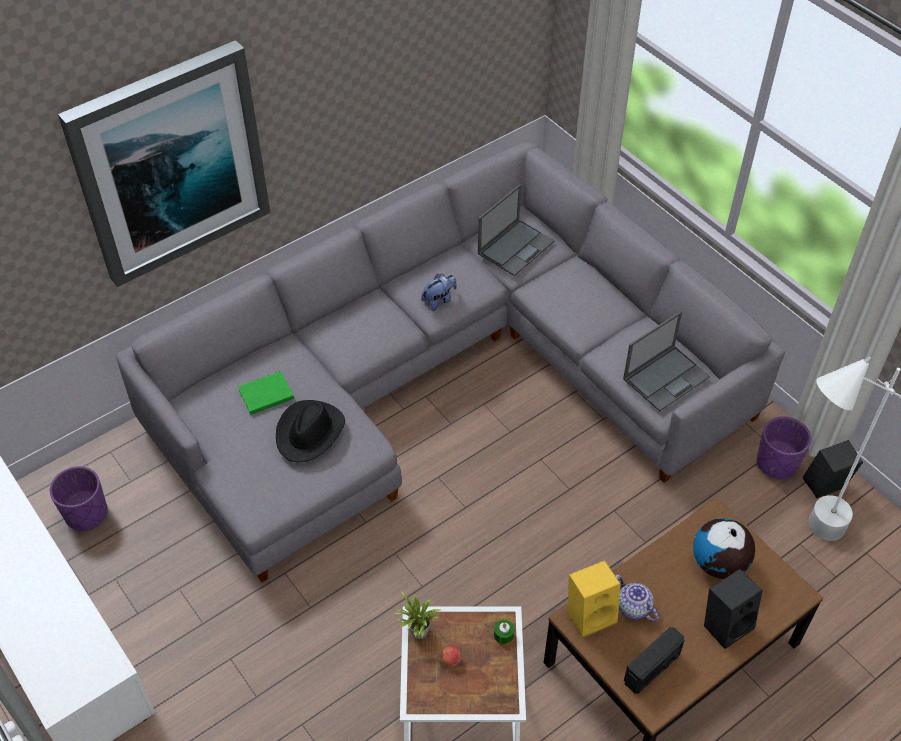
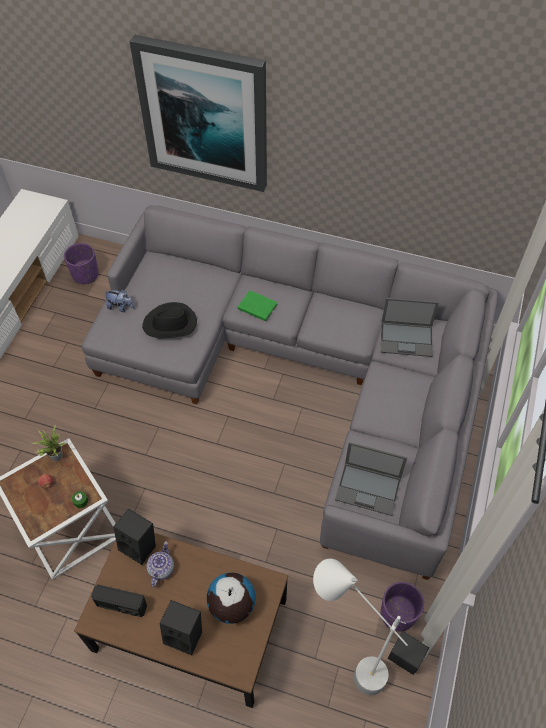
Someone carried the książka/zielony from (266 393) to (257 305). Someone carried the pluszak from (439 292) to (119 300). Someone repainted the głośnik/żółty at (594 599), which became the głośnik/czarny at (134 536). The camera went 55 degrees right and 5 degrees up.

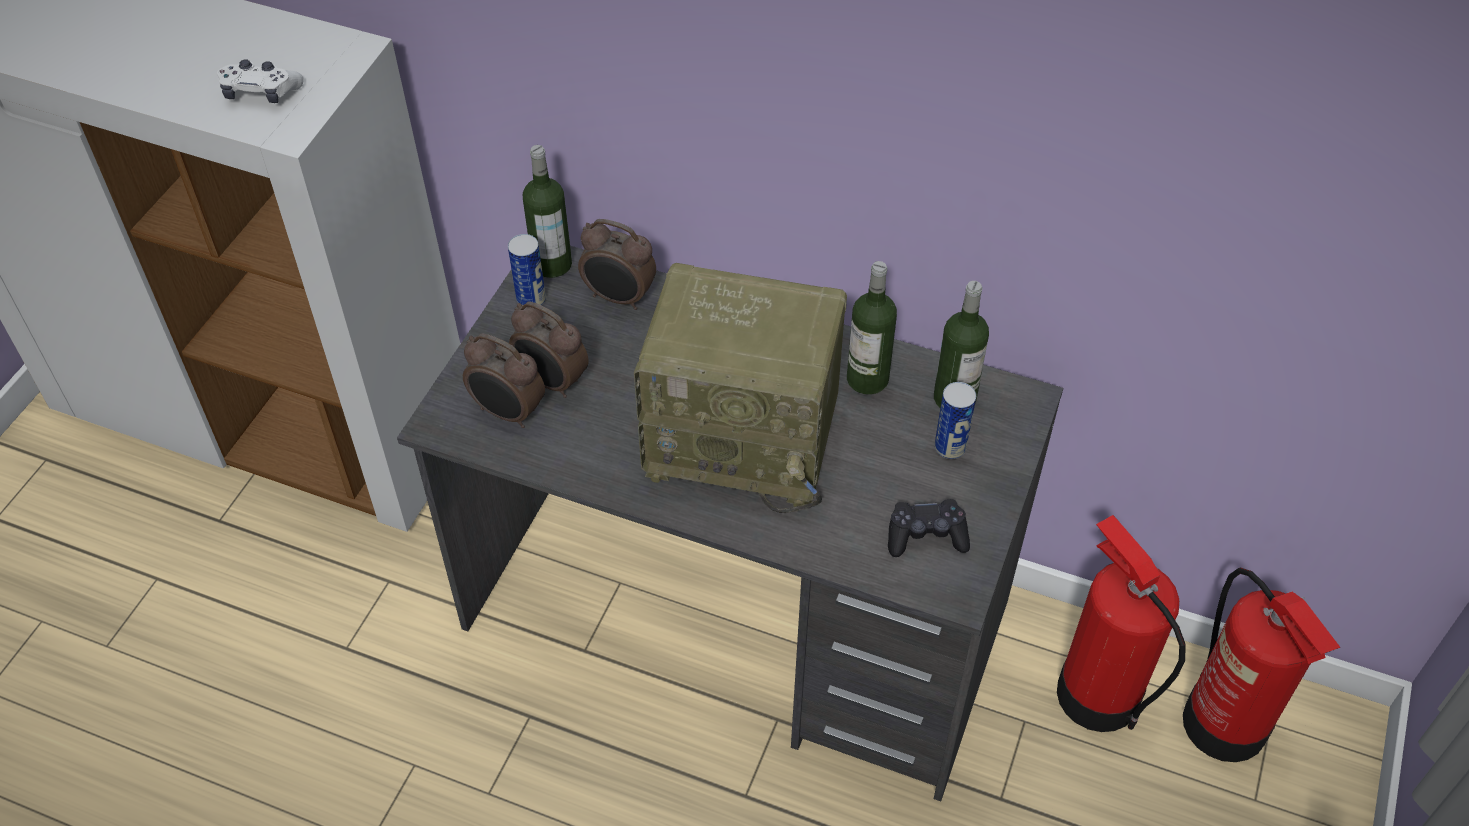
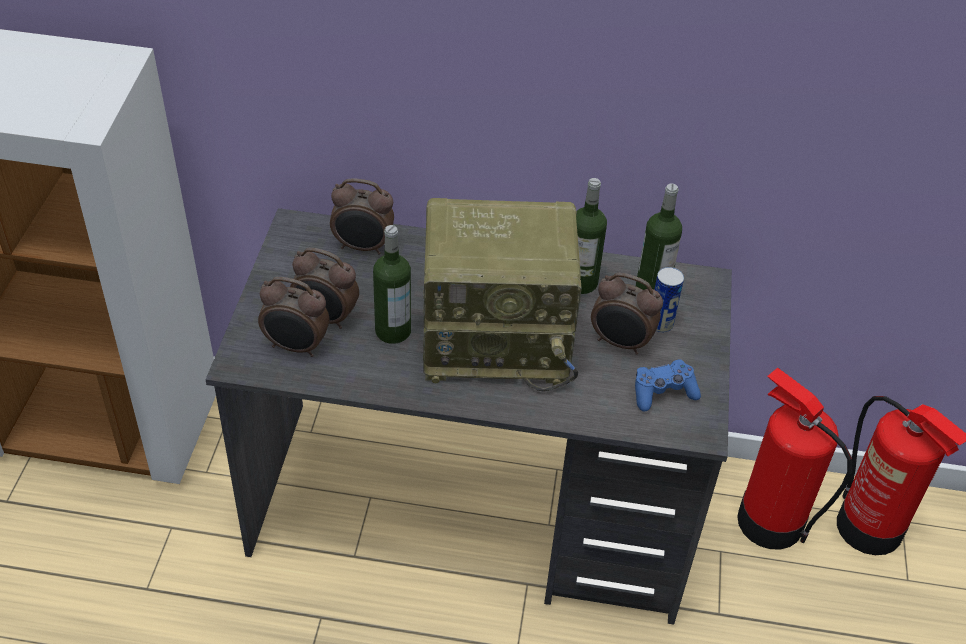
Someone took away the pad do gier/biały at (260 81). Someone took away the puszka at (527 269). Someone carried the butelka from (547 211) to (392 284). Someone repainted the pad do gier/czarny at (929 528), which became the pad do gier/niebieski at (668 385). Someone put down the budzik at (627 314). The camera went 15 degrees left and 5 degrees down.

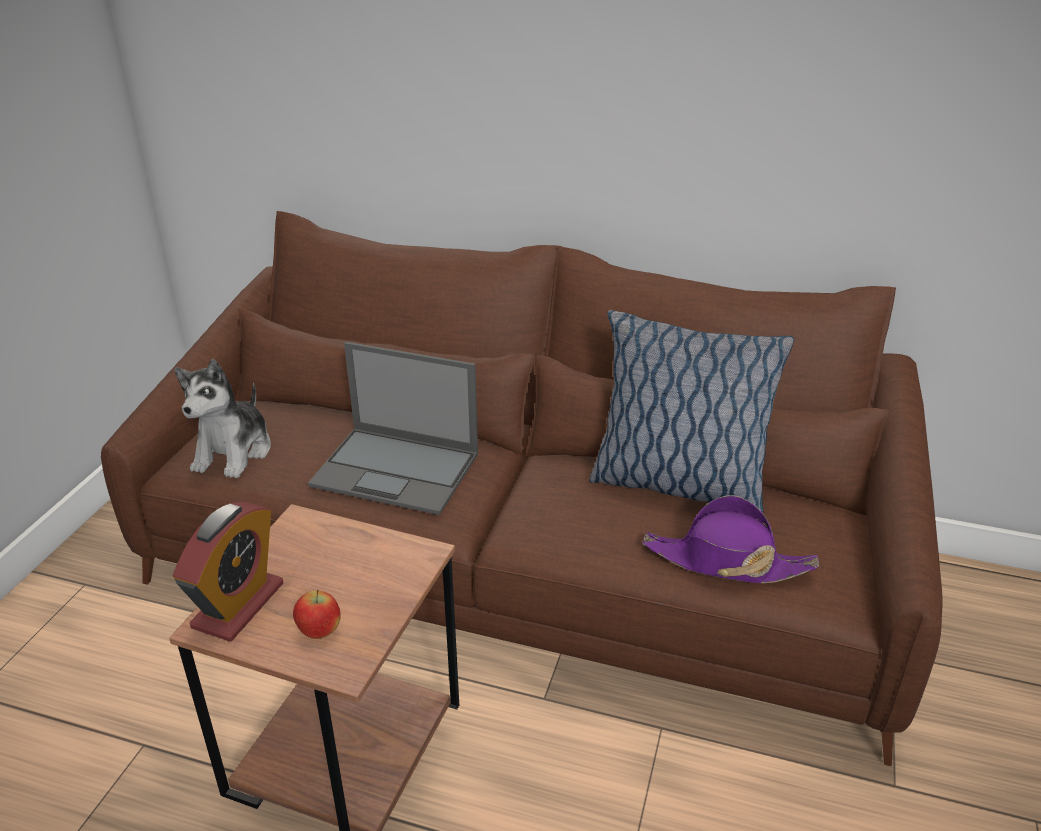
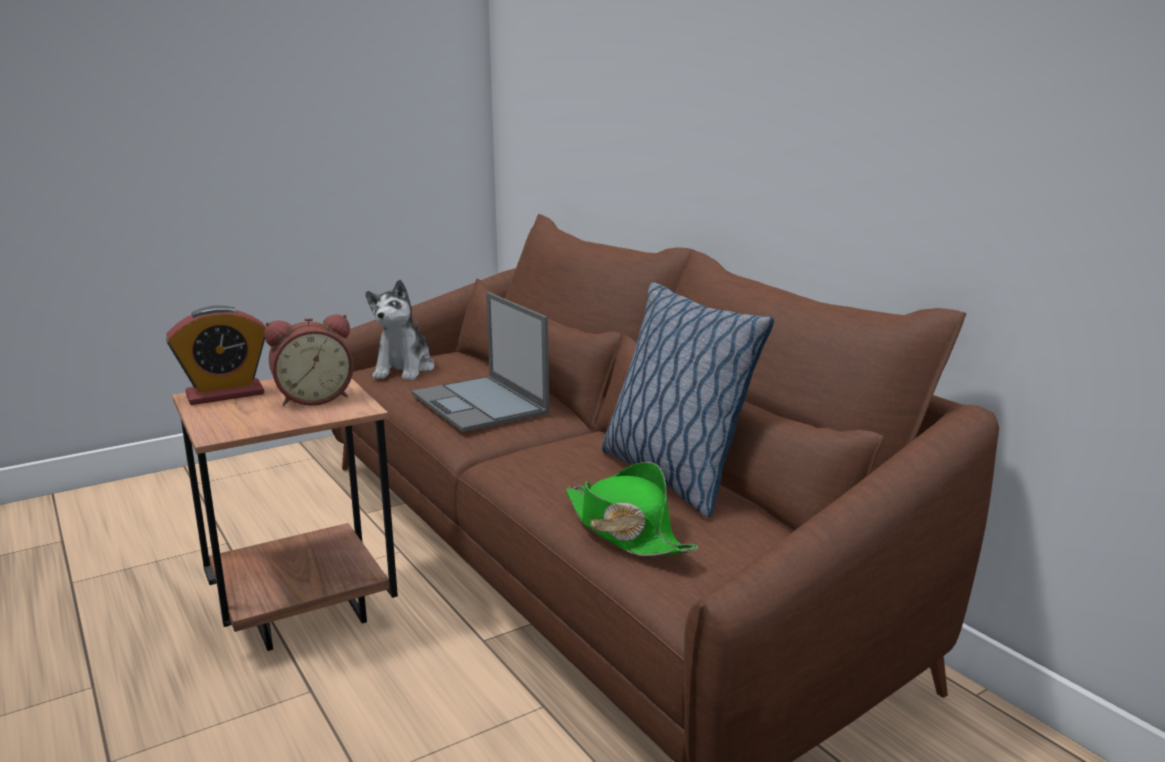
Someone rotated the pluszak at (222 418) by 45 degrees counterclockwise. Someone took away the jabłko at (317 614). Someone repainted the kapelusz/fioletowy at (731 539), which became the kapelusz/zielony at (632 509). Someone put down the budzik at (309 360). The camera went 40 degrees right and 15 degrees down.

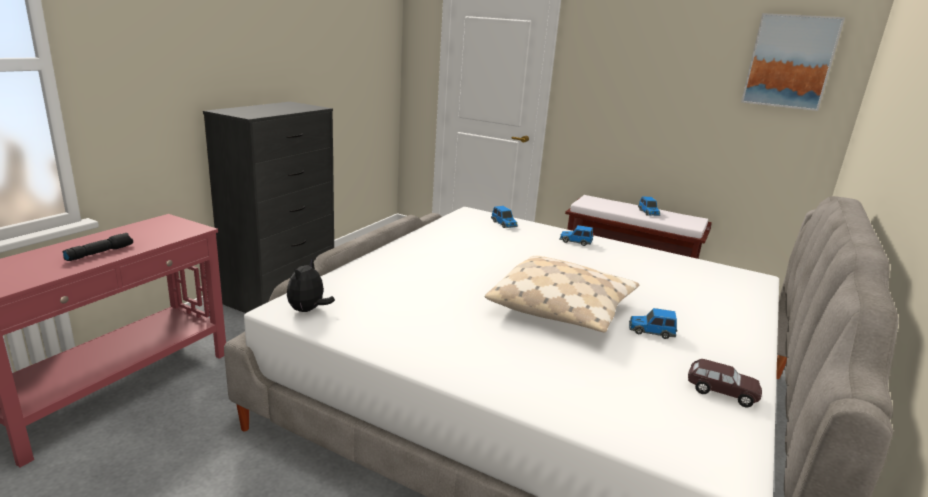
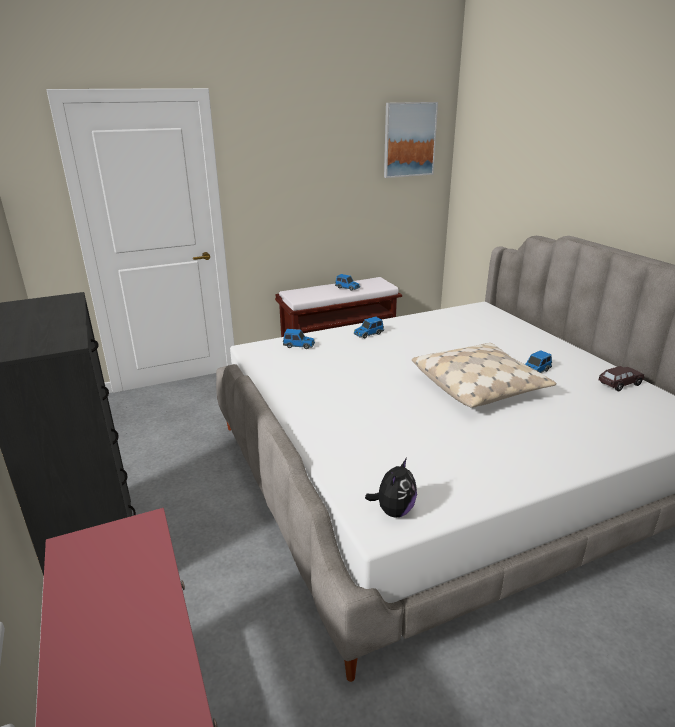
Someone took away the latarka/czarny at (97 247). Someone rotated the pluszak at (311 285) by 120 degrees counterclockwise. The camera went 50 degrees left and 5 degrees up.

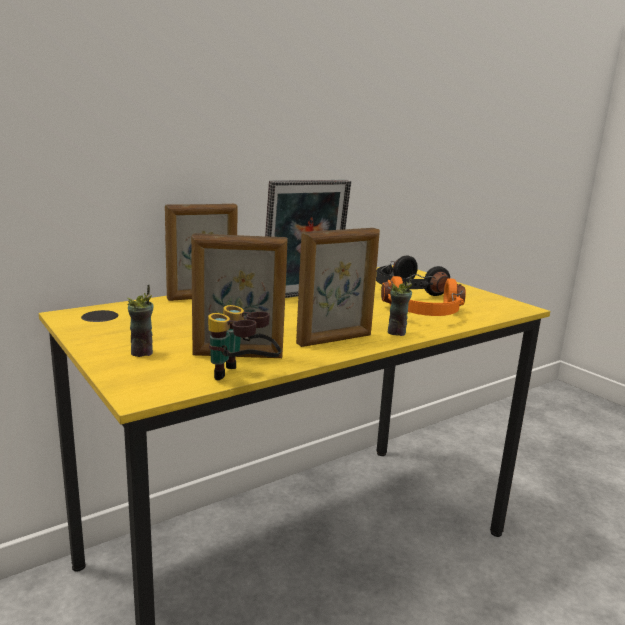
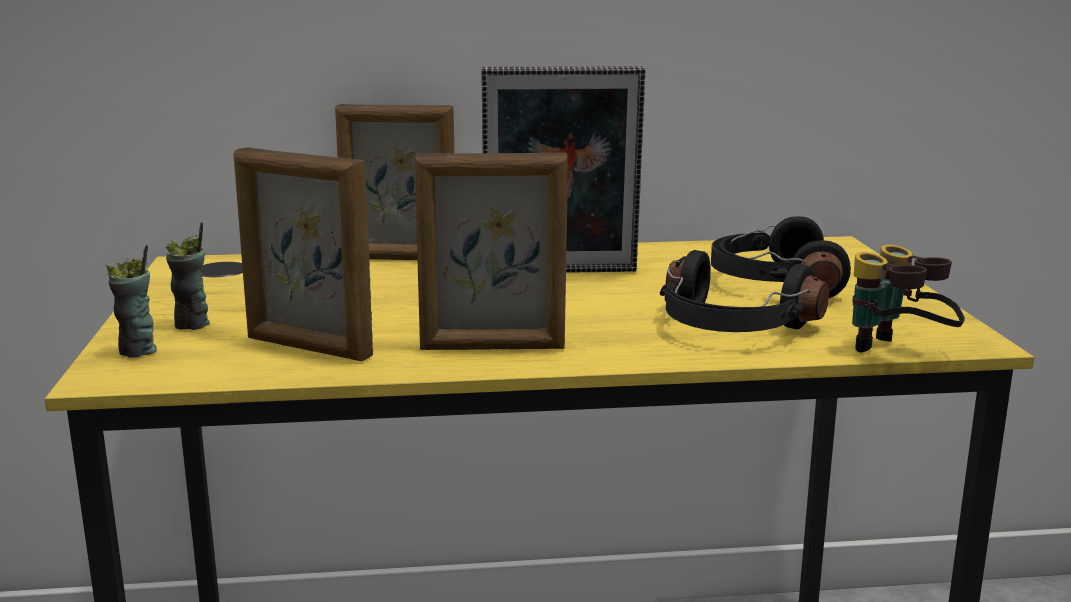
Someone carried the lornetka from (244 342) to (908 298). Someone repainted the słuchawki/pomarańczowy at (423 296), which became the słuchawki/czarny at (744 291). Someone carried the filiżanka from (400 305) to (131 301). The camera went 30 degrees right and 0 degrees up.

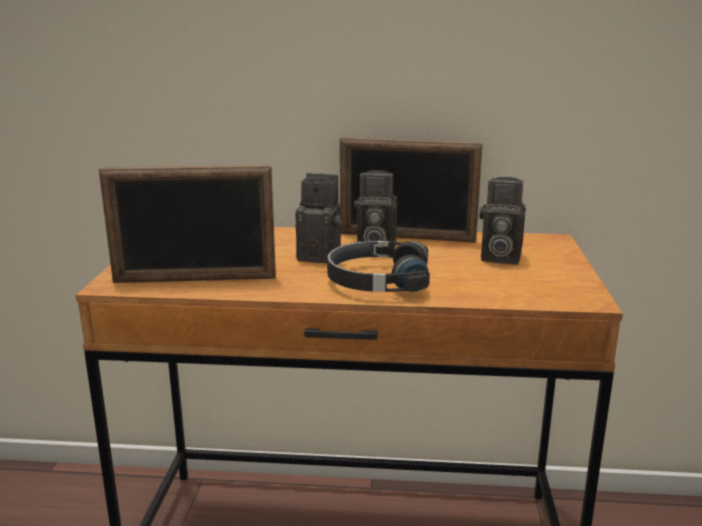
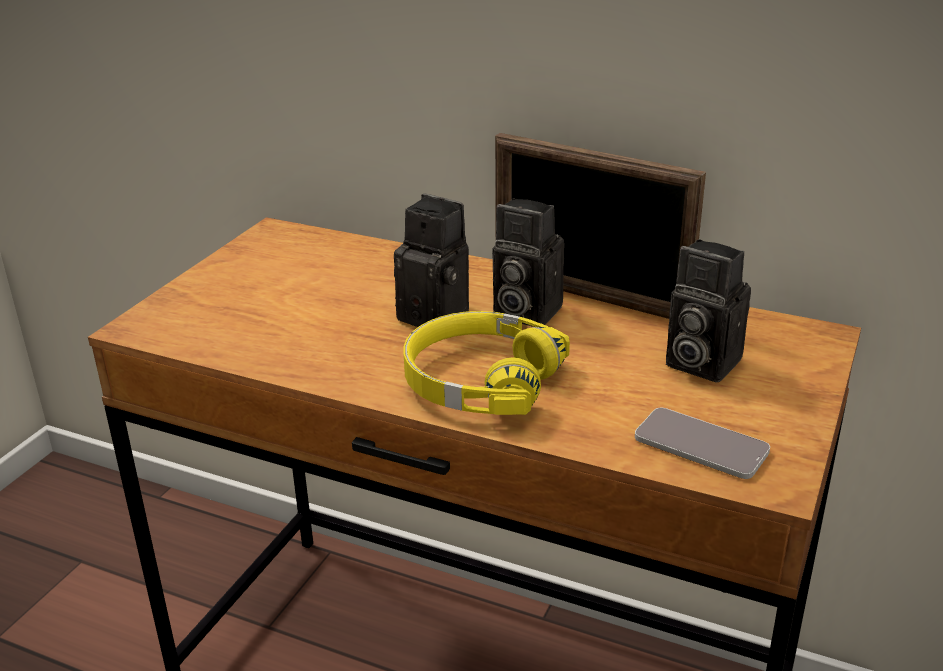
Someone took away the ramka na zdjęcie at (187 224). Someone repainted the słuchawki/czarny at (378 266), which became the słuchawki/żółty at (486 363). Someone put down the telefon at (702 443). The camera went 20 degrees right and 10 degrees up.

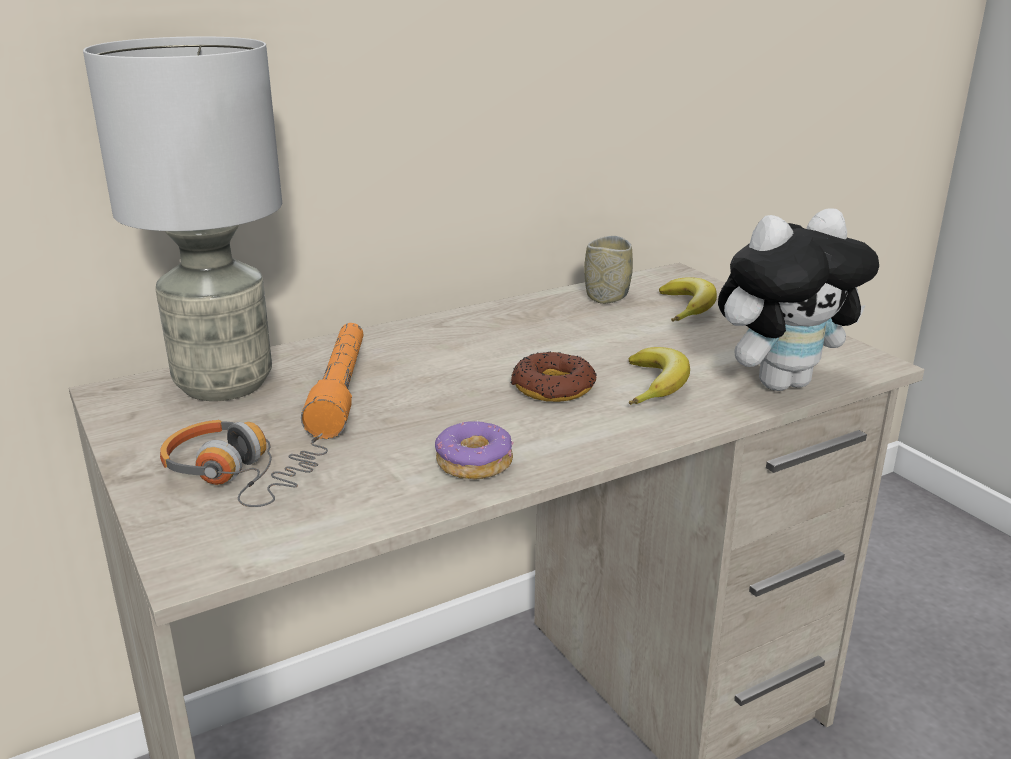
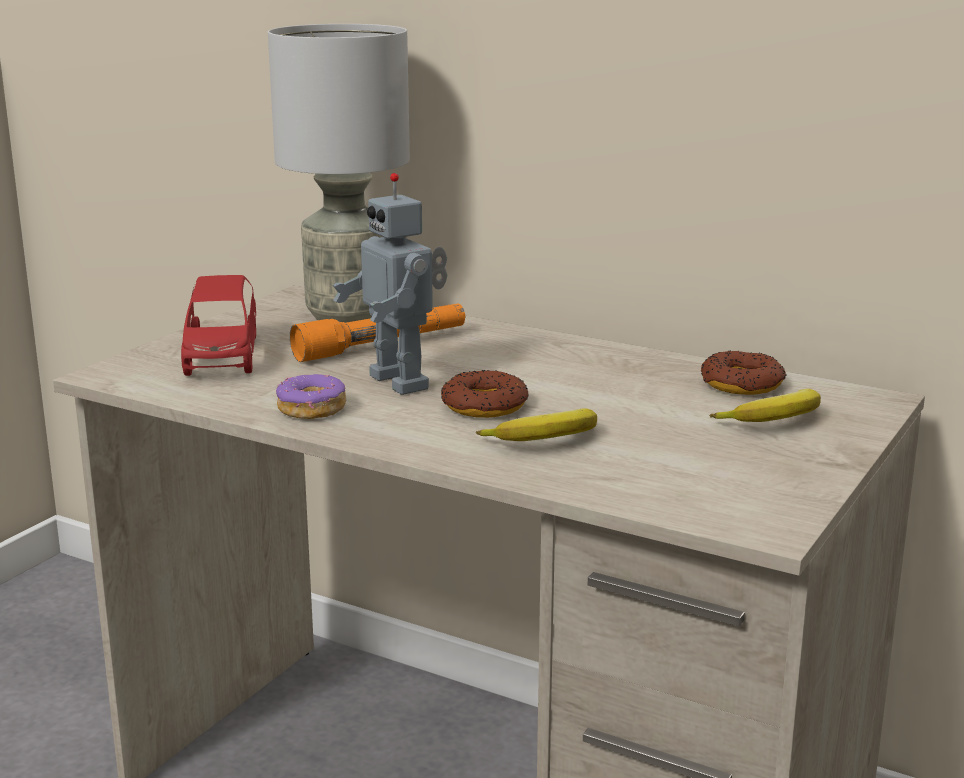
Someone swapped the słuchawki at (244 463) for the samochodzik/czerwony at (218 325). Someone swapped the filiżanka at (608 270) for the donut at (744 373). Someone took away the pluszak at (798 299). Someone put down the robot zabawkowy at (390 284). The camera went 60 degrees right and 5 degrees down.

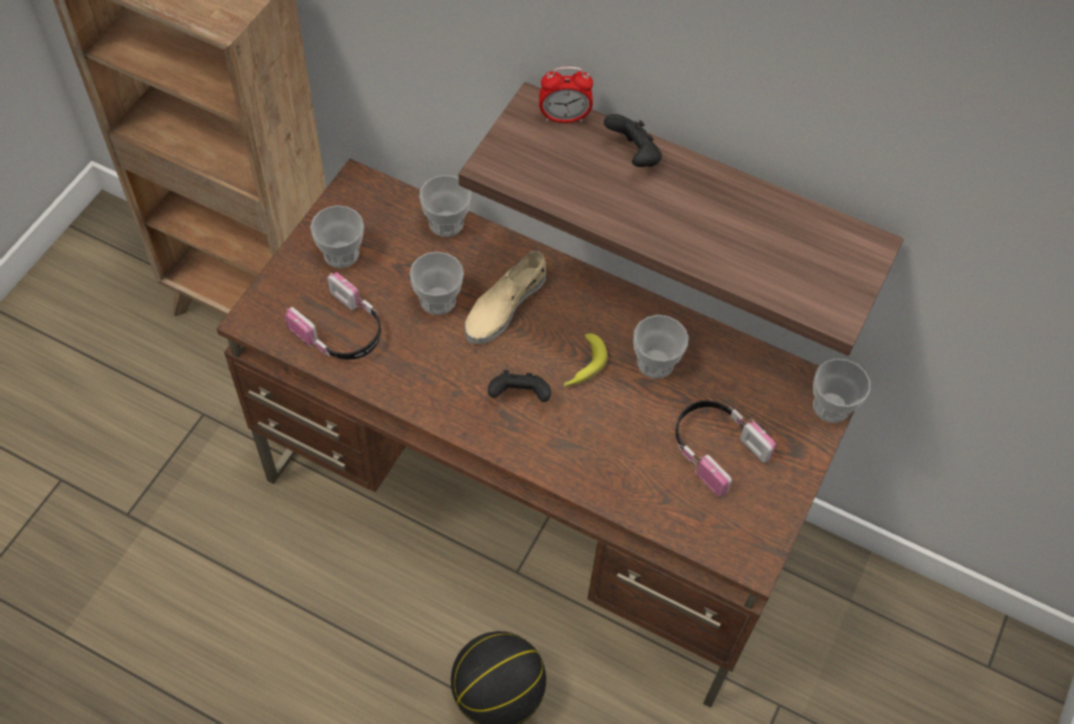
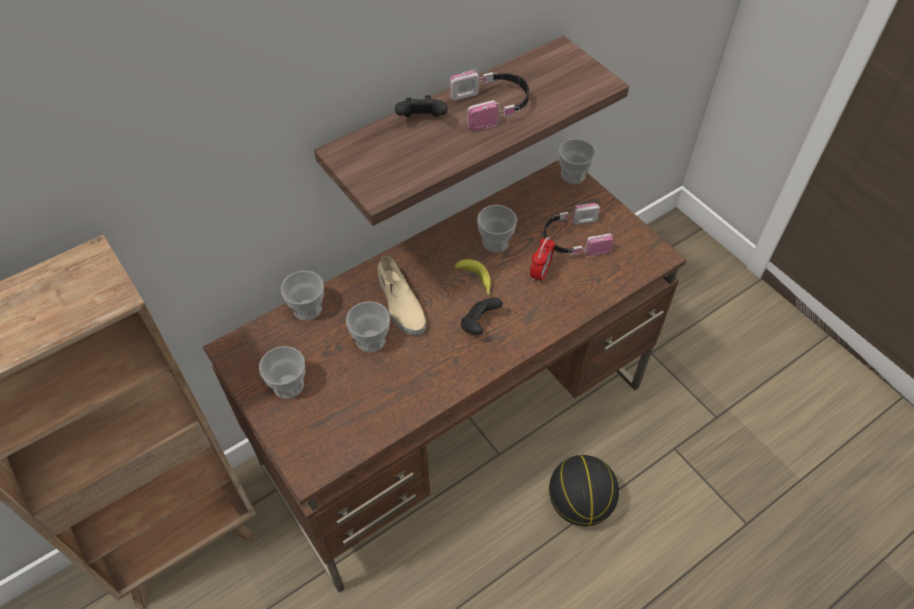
Someone carried the słuchawki from (333 315) to (489 100). Someone carried the budzik from (566 95) to (542 260). The camera went 60 degrees left and 5 degrees down.

